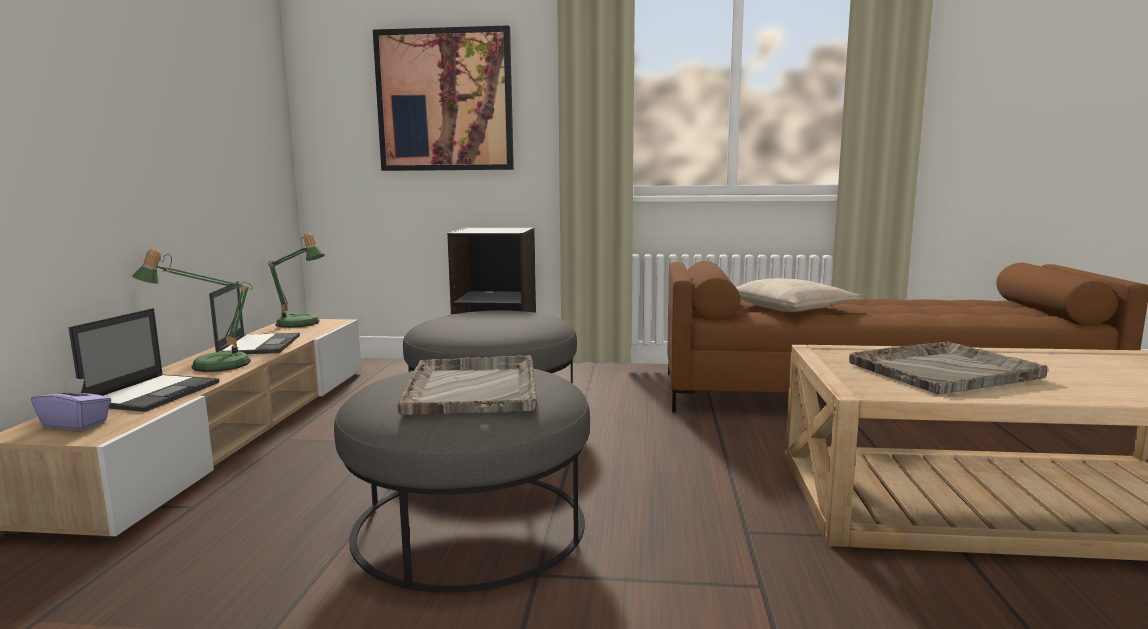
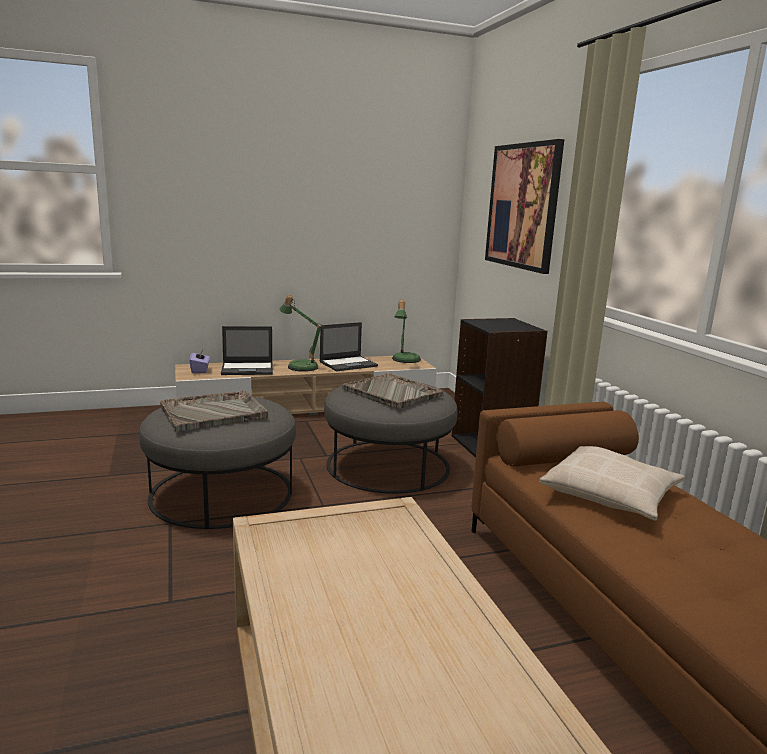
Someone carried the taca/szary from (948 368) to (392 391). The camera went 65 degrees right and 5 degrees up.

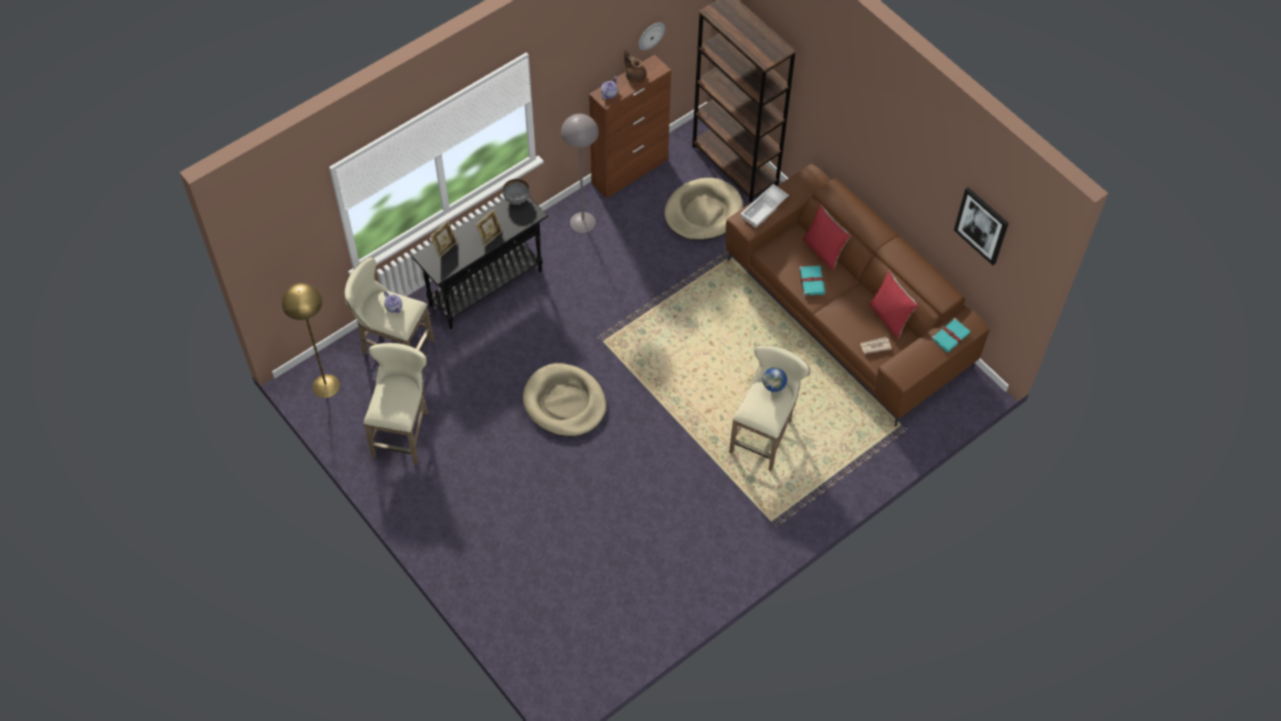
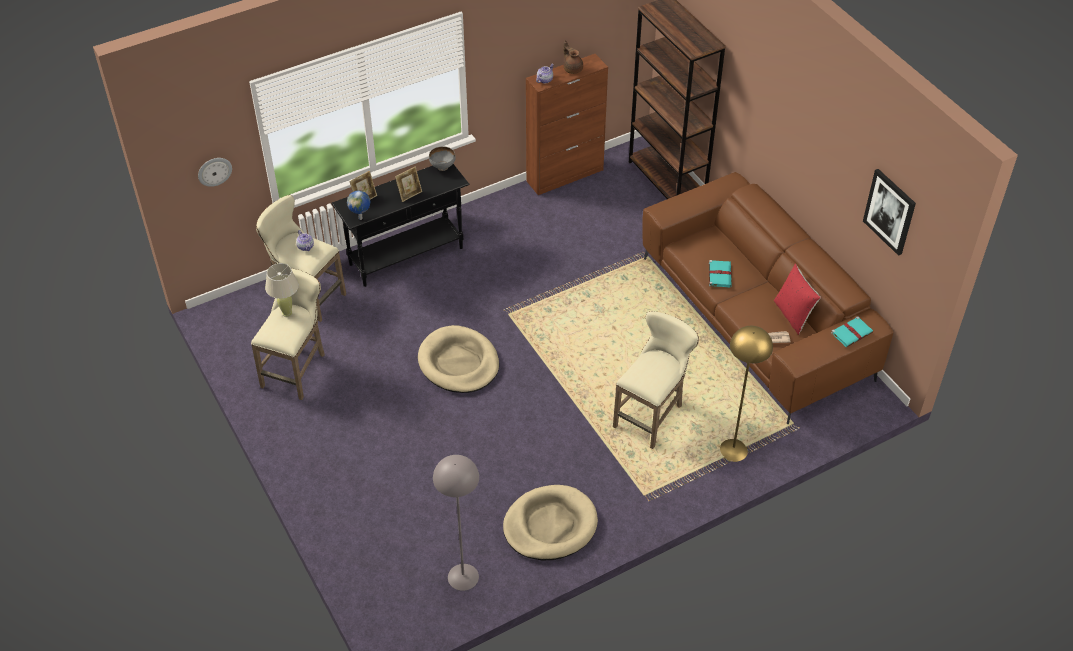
Someone carried the lampa stojąca/żółty from (311 340) to (746 394). Someone carried the lampa stojąca/szary from (580 173) to (456 523). Someone carried the zegar ścienny from (652 36) to (215 172). Someone carried the legowisko/beżowy from (703 209) to (550 522). Someone took away the taca/biały at (765 206). Someone carried the globus from (774 380) to (358 205). Someone took away the poduszka/czerwony at (827 237). Someone put down the lampa stołowa/beżowy at (282 290). The camera went 10 degrees right and 10 degrees down.

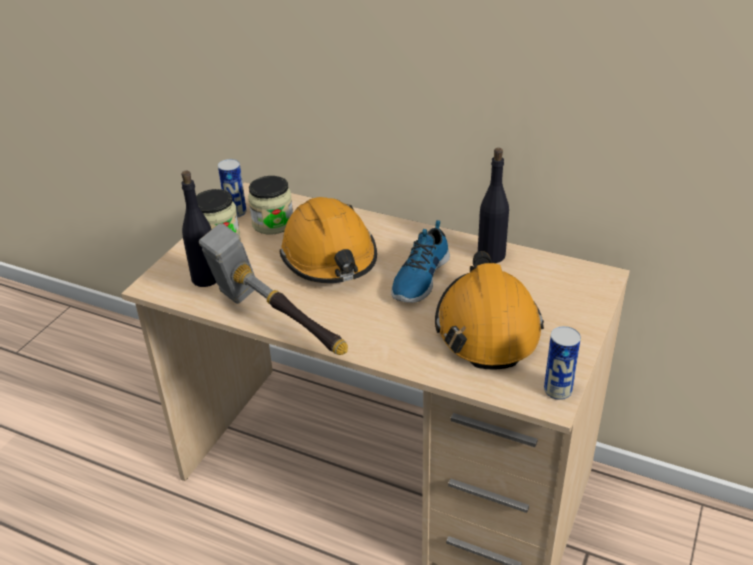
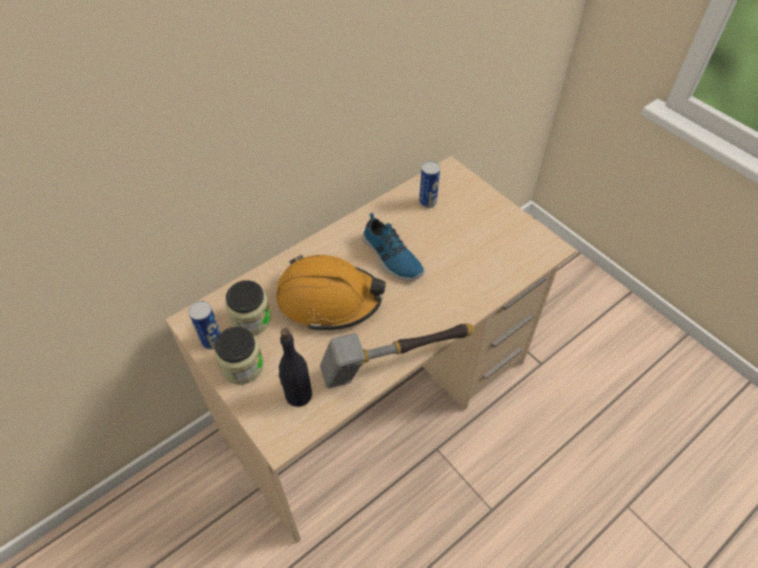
Someone took away the kask/pomarańczowy at (489 310). Someone took away the butelka/czarny at (493 205). Someone carried the puszka from (562 363) to (429 184). The camera went 65 degrees left and 15 degrees up.

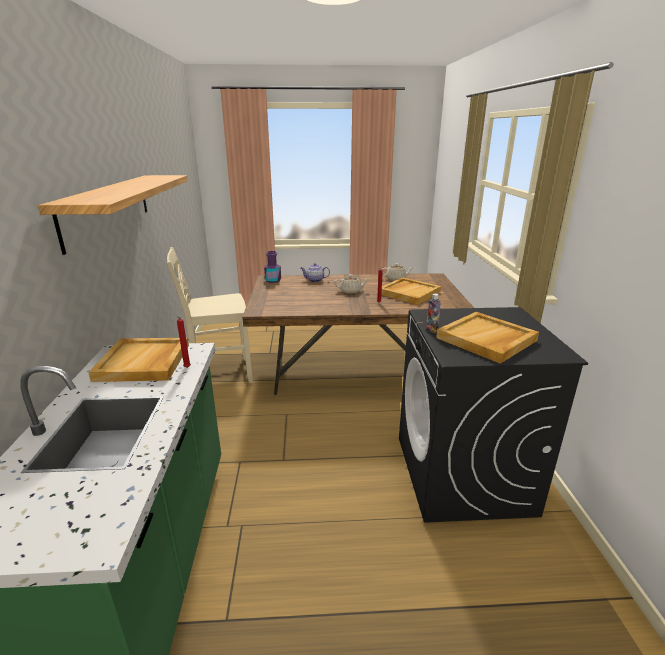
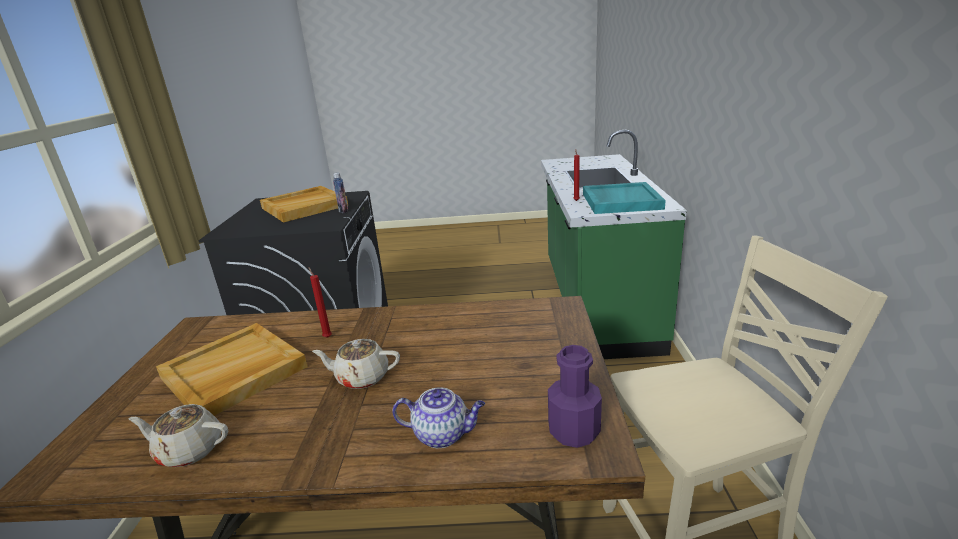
Someone took away the półka at (113 215). Someone repainted the taca/beżowy at (138 359), which became the taca/turkusowy at (624 198). The camera went 175 degrees left and 0 degrees up.

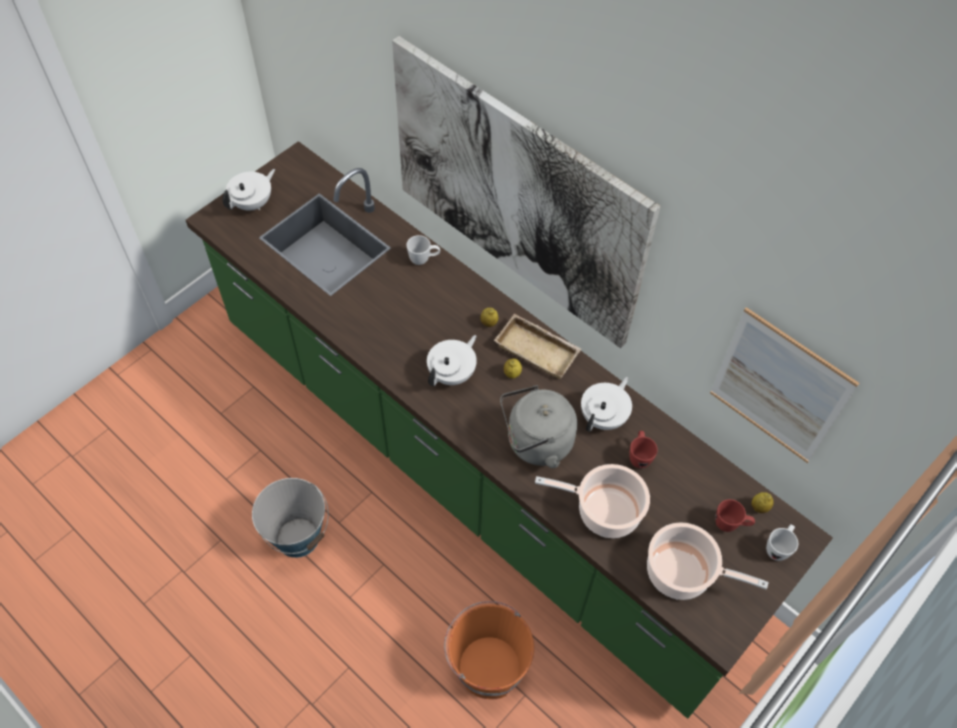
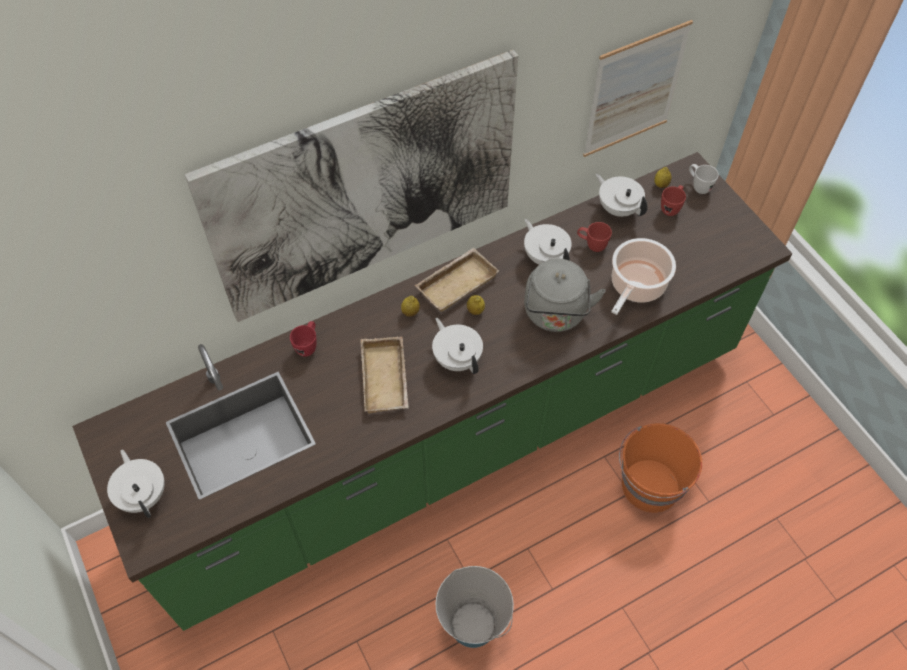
Someone repainted the kubek/biały at (423 250), which became the kubek/czerwony at (303 339). Someone took away the garnek at (708 561). Someone put down the taca/beżowy at (385 375). Someone put down the imbryk/biały at (622 195). The camera went 70 degrees left and 0 degrees up.

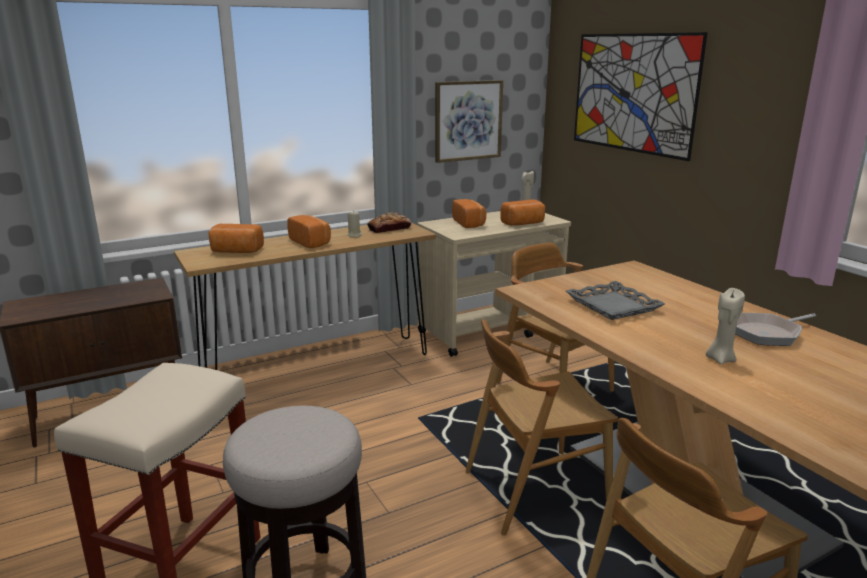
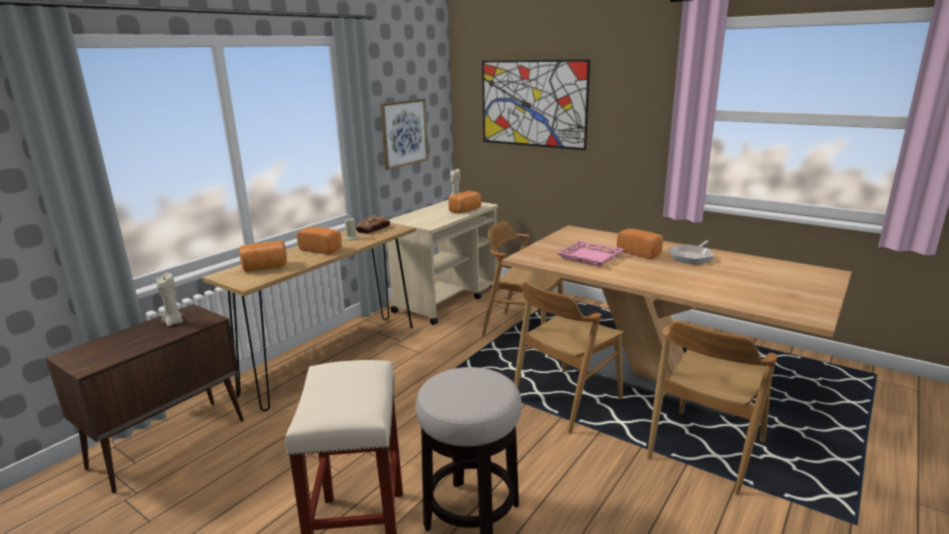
Someone carried the chleb from (469 213) to (640 244). Someone repainted the taca/szary at (615 300), which became the taca/różowy at (590 253). Someone carried the świeca/beżowy from (725 326) to (169 299). The camera went 25 degrees left and 0 degrees up.

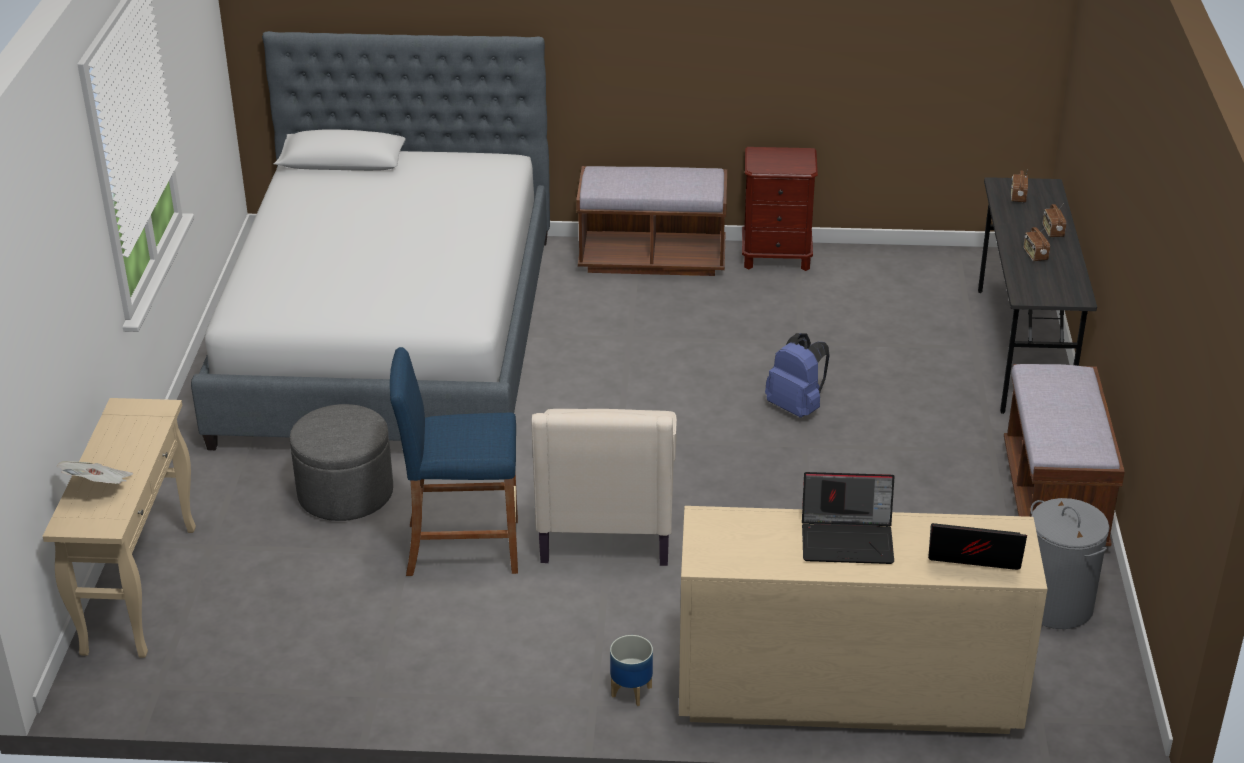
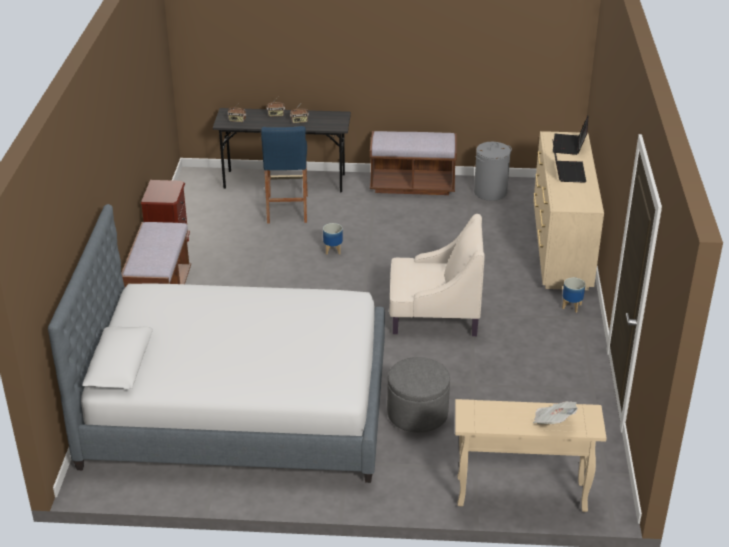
Someone carried the stołek/niebieski from (454 461) to (284 175). Someone swapped the plecak/niebieski at (797 375) for the donica at (333 239). The camera went 90 degrees left and 0 degrees up.

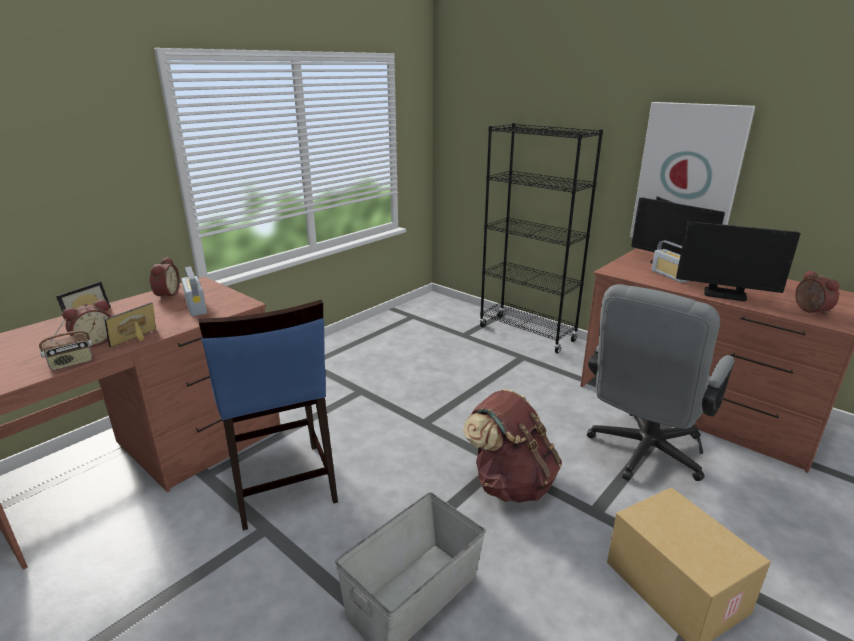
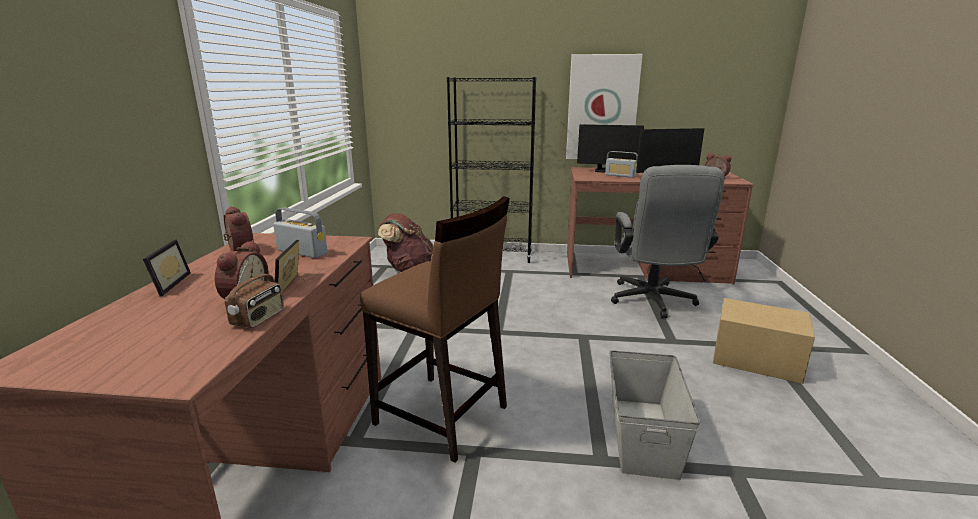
Someone repainted the stołek/niebieski at (268 415), which became the stołek/brązowy at (435 329). Someone carried the plecak/brązowy from (512 446) to (405 242). The camera went 35 degrees left and 5 degrees down.

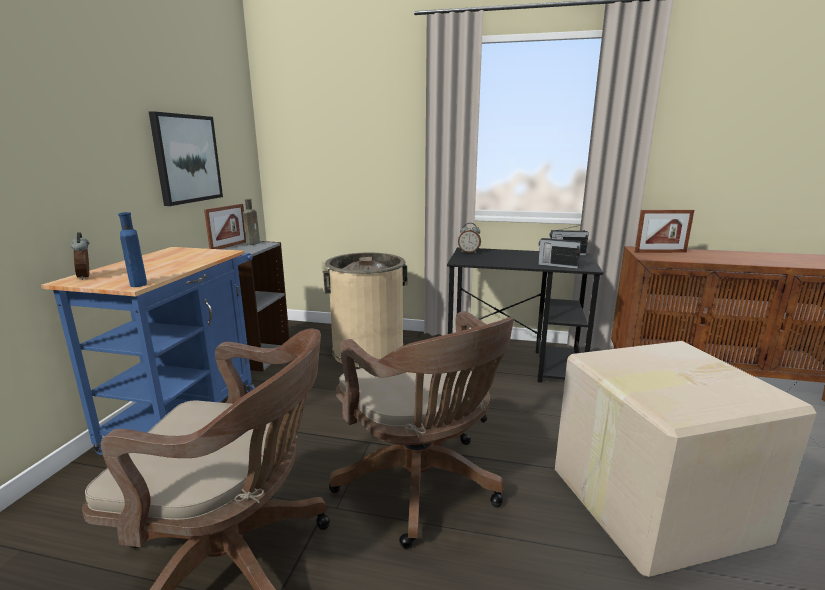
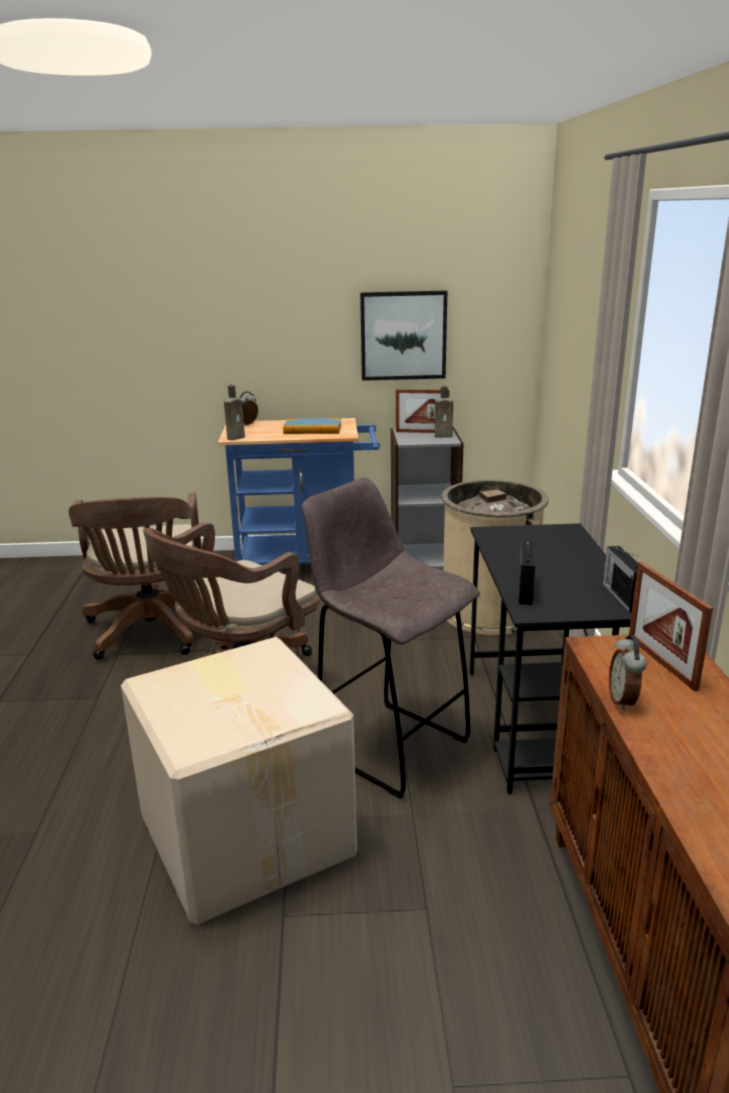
Someone repainted the butelka/niebieski at (132 249), which became the butelka/brązowy at (234 412). Someone carried the budzik from (469 238) to (627 673). Someone put down the książka at (312 426). Someone put down the stołek/szary at (391 638). The camera went 75 degrees right and 5 degrees up.

